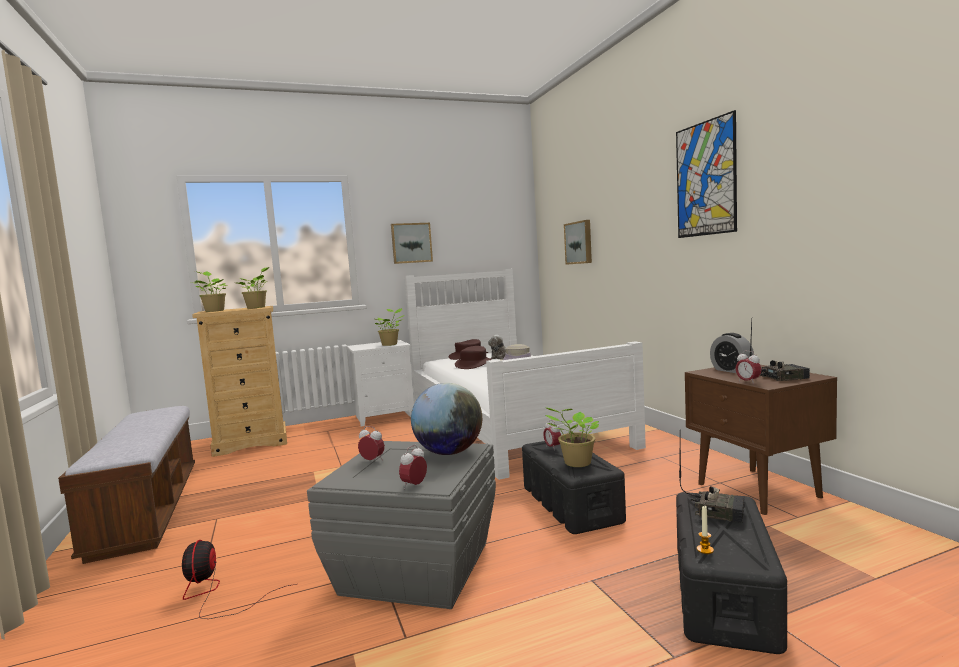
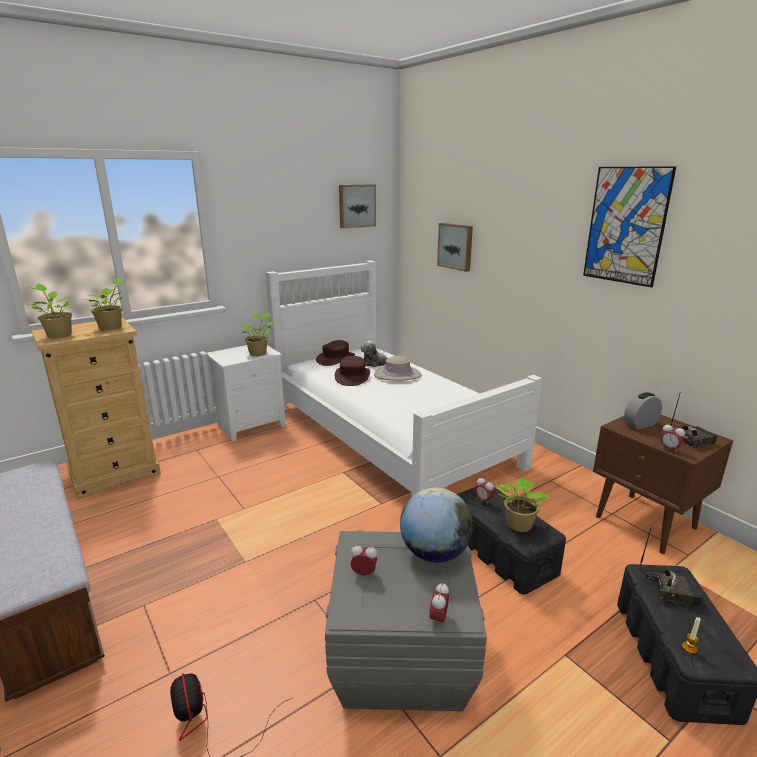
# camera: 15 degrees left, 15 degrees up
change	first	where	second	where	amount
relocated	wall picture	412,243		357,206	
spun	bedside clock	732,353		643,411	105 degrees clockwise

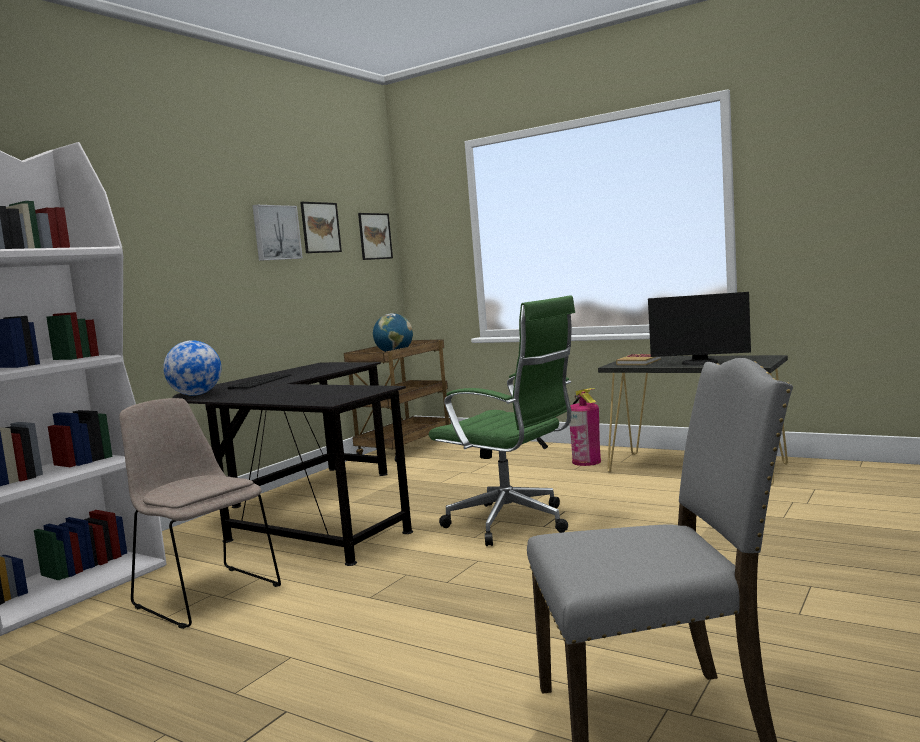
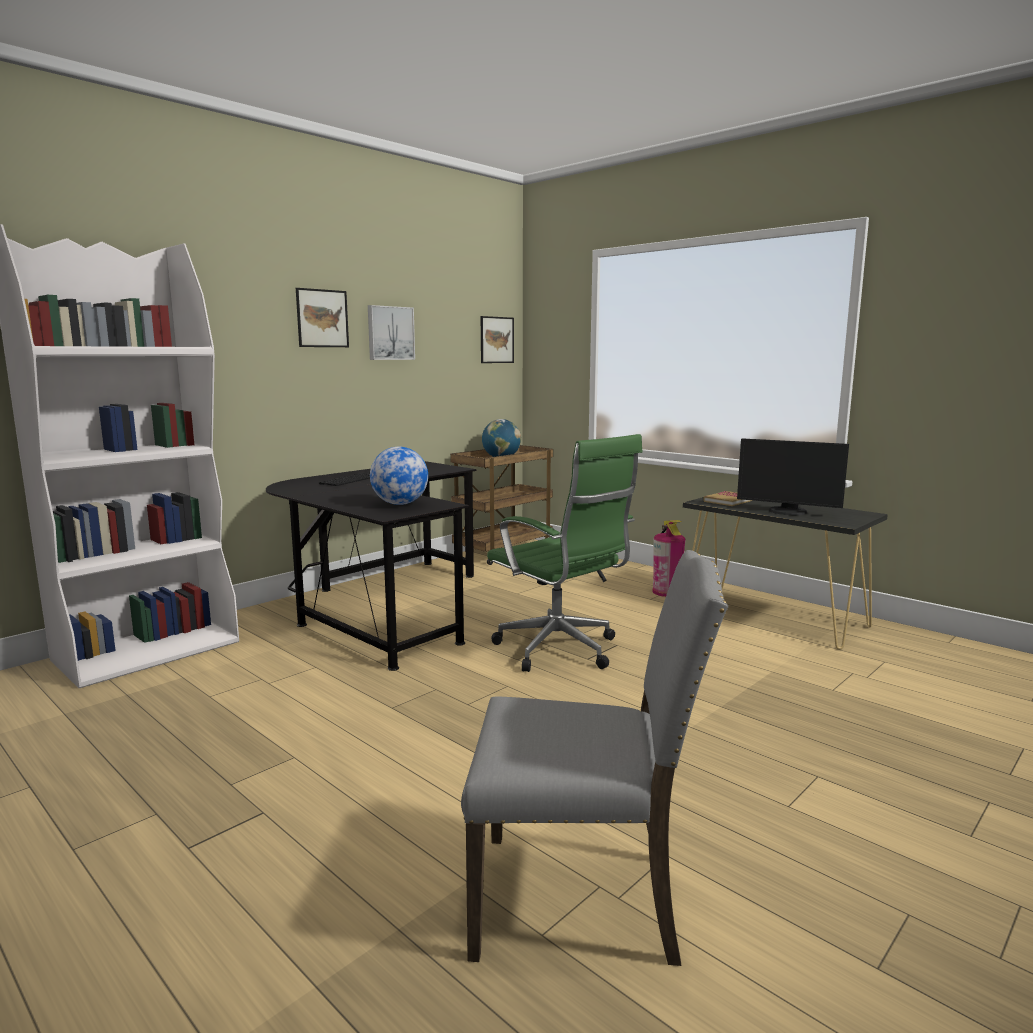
# camera: 10 degrees right, 5 degrees up
change	first	where	second	where	amount
relocated	wall picture	321,227		322,317	
relocated	world globe	192,368		399,476	
missing	beige-coloured plain chair	200,513			

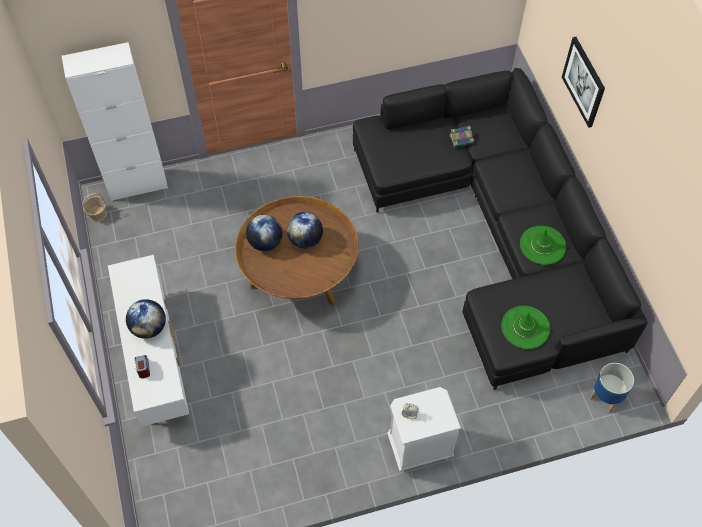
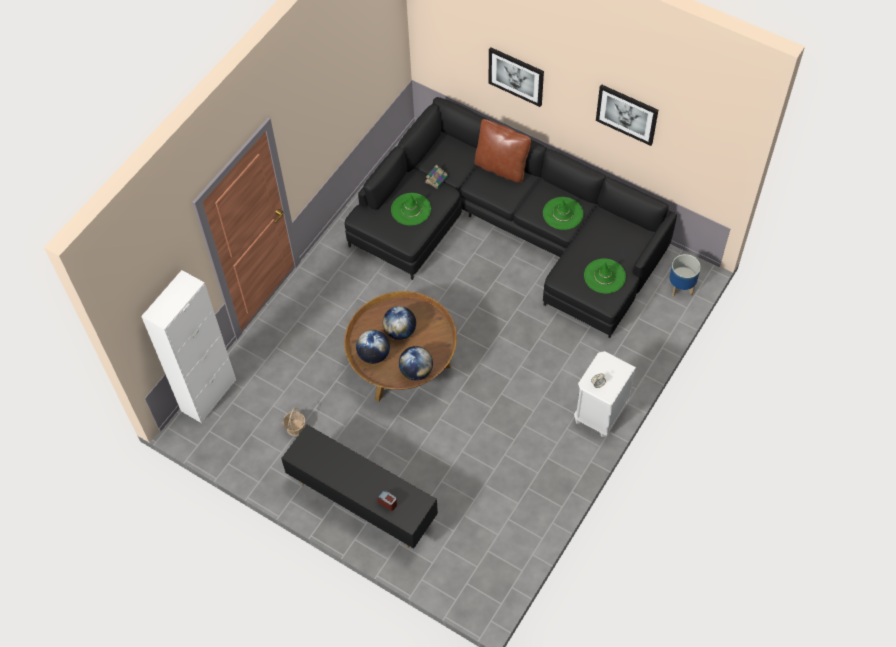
# camera: 40 degrees left, 0 degrees up
change	first	where	second	where	amount
colour	white tv unit	148,341	blackish tv unit	359,487	
relocated	basket	95,207		294,421	
appeared			greenish hat	411,209	
relocated	world globe	146,319		416,363	
appeared			brown pillow	502,151	
appeared			wall picture	627,115	

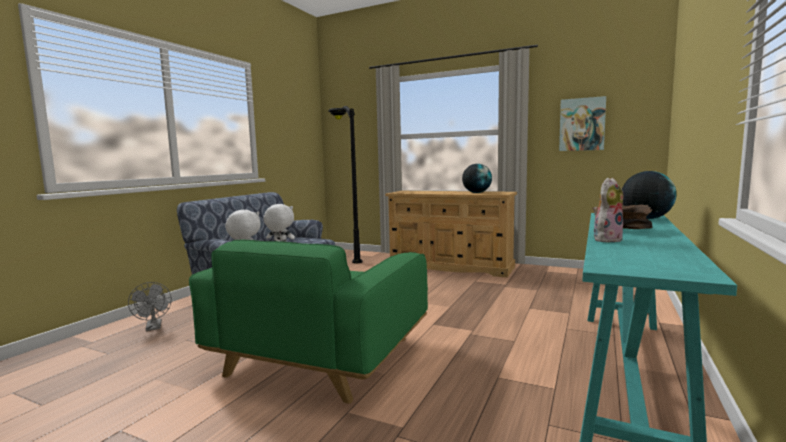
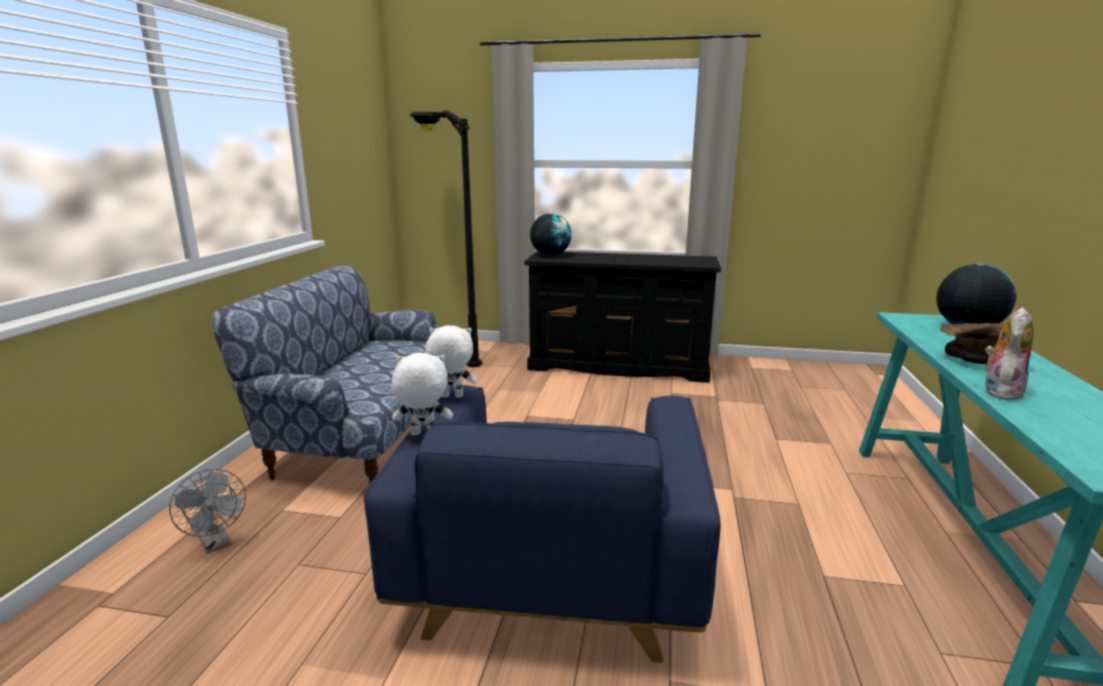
# camera: 15 degrees left, 10 degrees up
change	first	where	second	where	amount
colour	greenish easy chair	308,322	blue-coloured easy chair	542,524	
colour	beige-coloured dresser	451,234	blackish dresser	622,317	
relocated	world globe	477,178		551,234	
missing	wall picture	582,123			

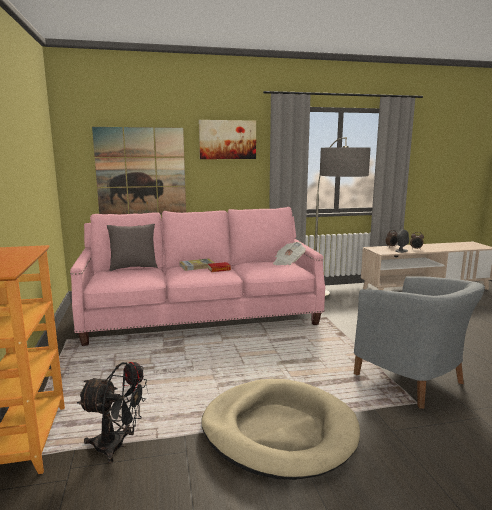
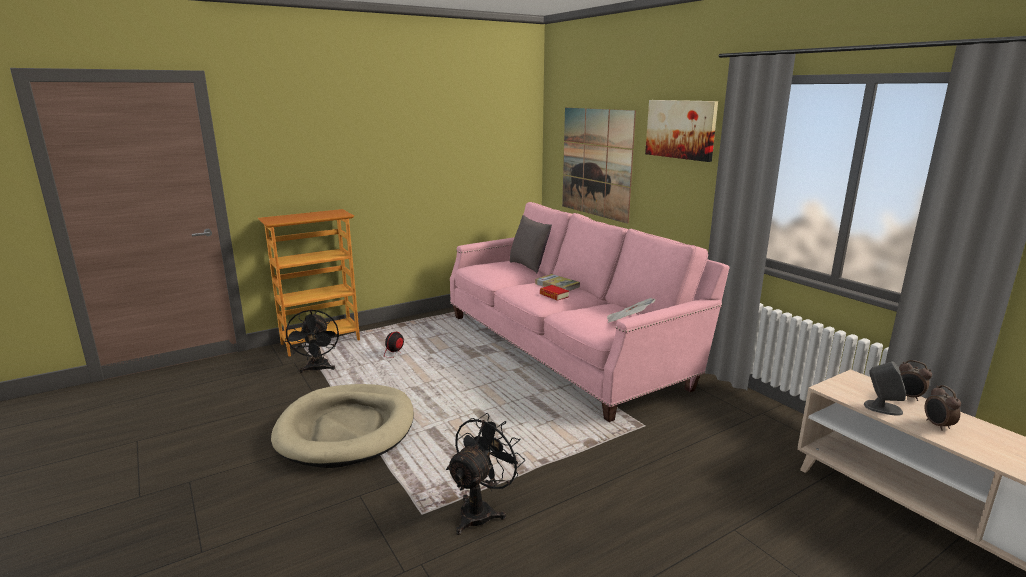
# camera: 70 degrees right, 5 degrees up
change	first	where	second	where	amount
exchanged	gray easy chair	419,342	blackish fan	485,474	
missing	standing lamp	343,218			

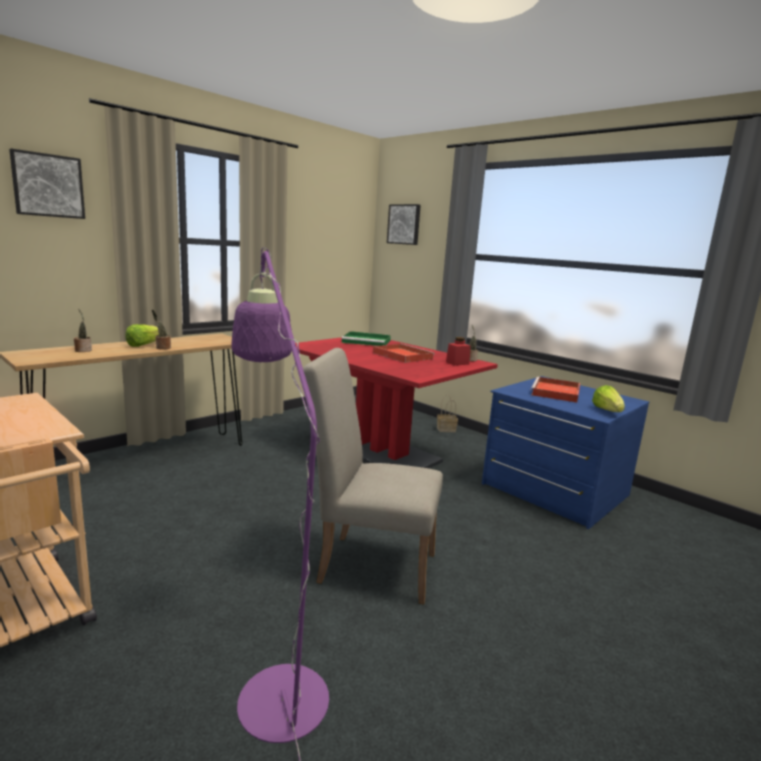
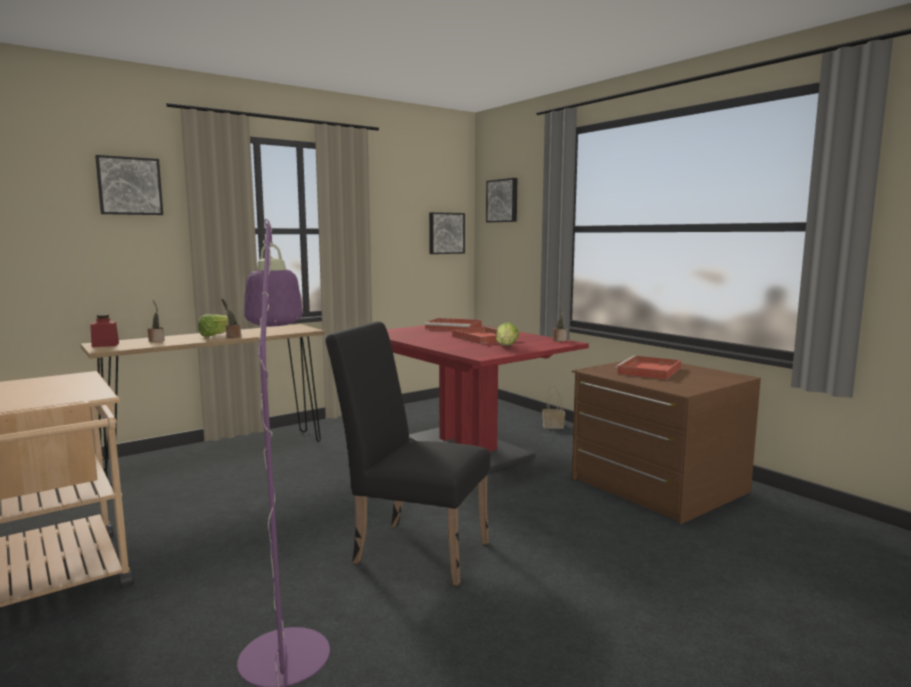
# camera: 10 degrees right, 5 degrees down
change	first	where	second	where	amount
relocated	red-coloured jar	458,351		104,330	
colour	beige-coloured plain chair	373,476	blackish plain chair	407,453	
colour	greenish tray	366,338	red-coloured tray	453,324	
appeared			wall picture	447,233	
relocated	lettuce	608,398		507,334	
colour	blue-coloured dresser	565,452	brown dresser	666,442	

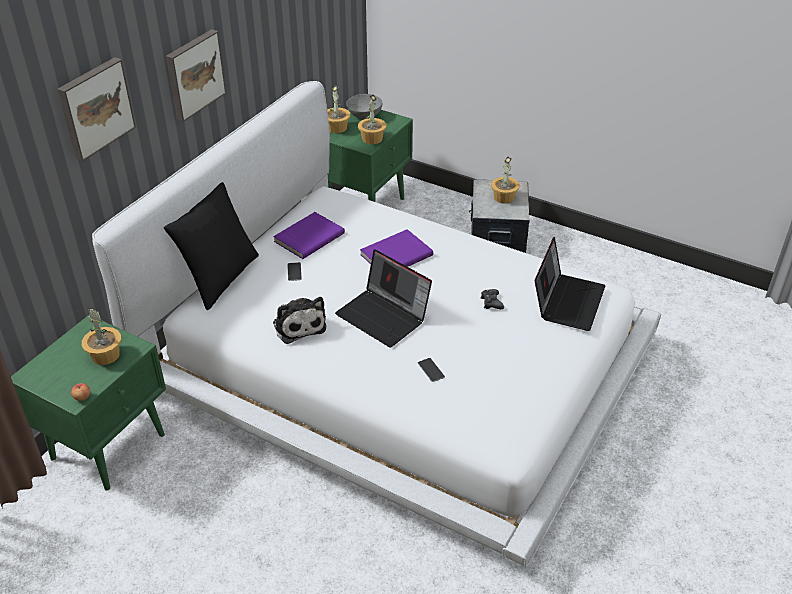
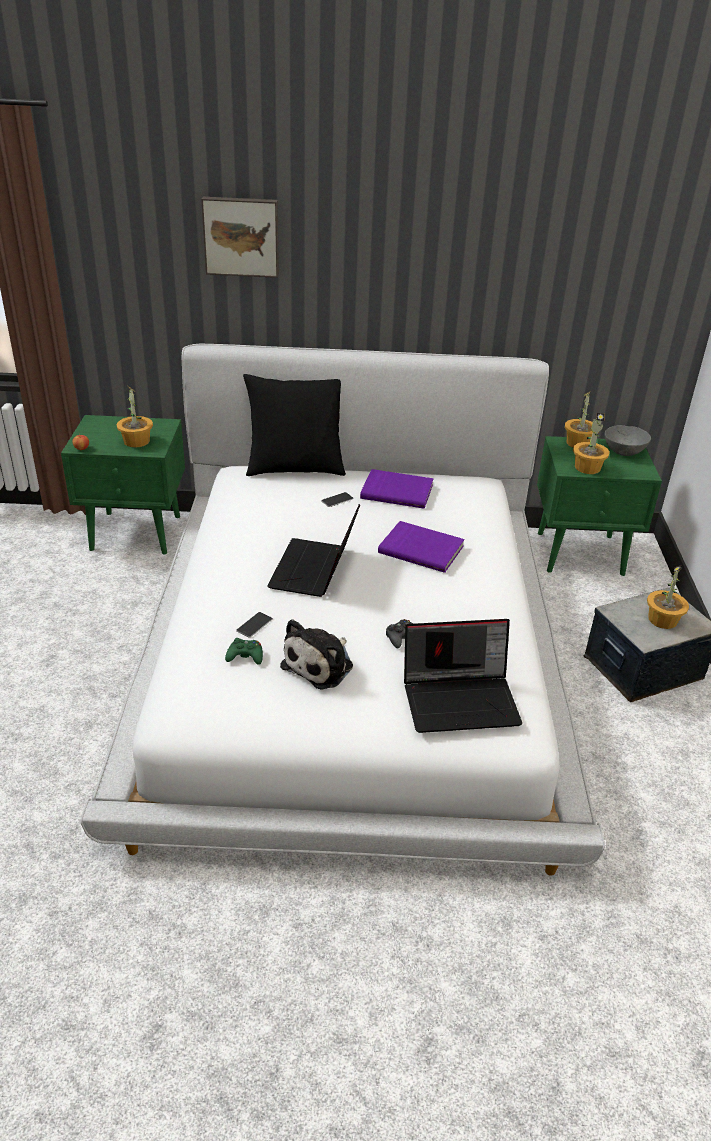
# camera: 60 degrees right, 5 degrees down
change	first	where	second	where	amount
appeared			greenish joypad	244,651	
relocated	soft toy	299,320		316,654	
missing	wall picture	196,75			

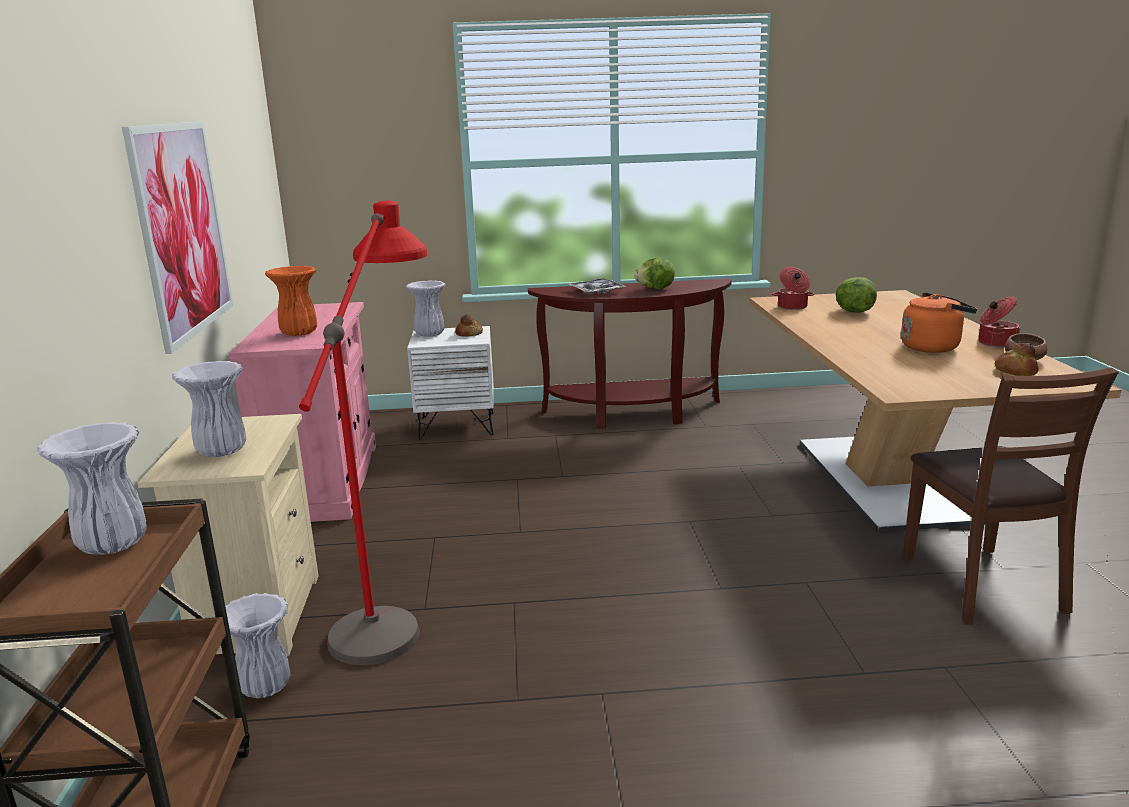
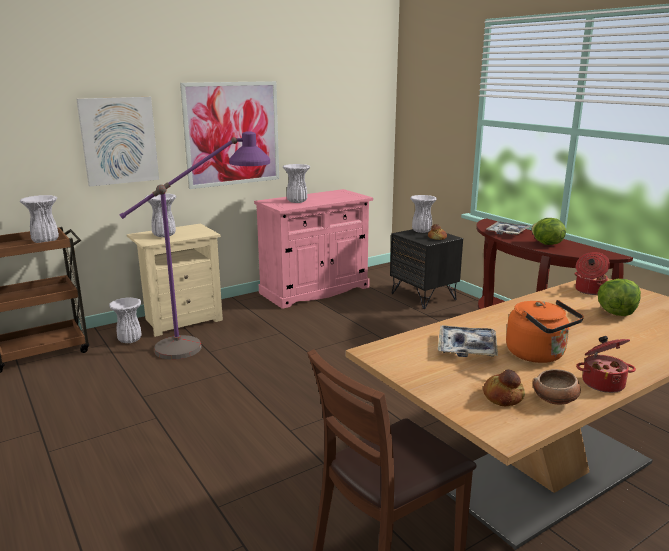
# camera: 60 degrees right, 0 degrees up
change	first	where	second	where	amount
appeared			wall picture	117,142	
colour	red-coloured standing lamp	363,433	purple standing lamp	194,245	
colour	orangey vase	291,301	white vase	296,183	
colour	white night table	450,383	blackish night table	426,269	
appeared			tray	468,341	

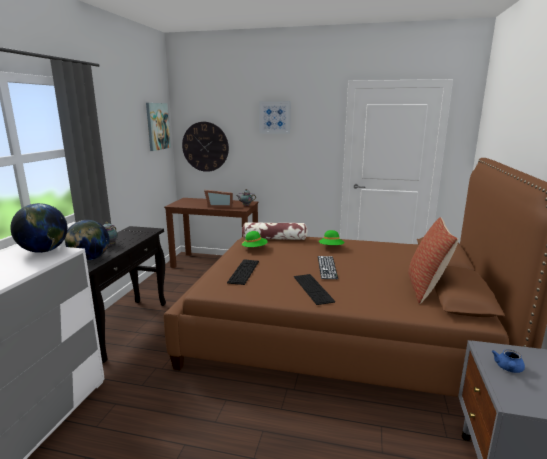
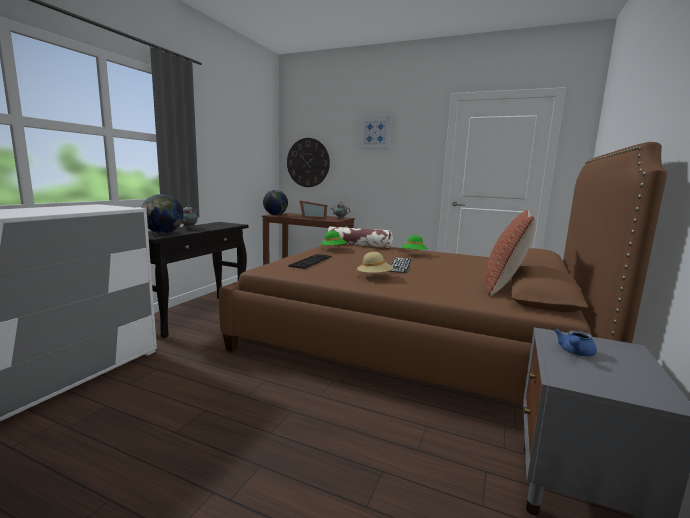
# camera: 10 degrees right, 5 degrees down
change	first	where	second	where	amount
relocated	world globe	39,228		275,202	
exchanged	keyboard	314,289	beige-coloured hat	374,264	
missing	wall picture	158,127			

